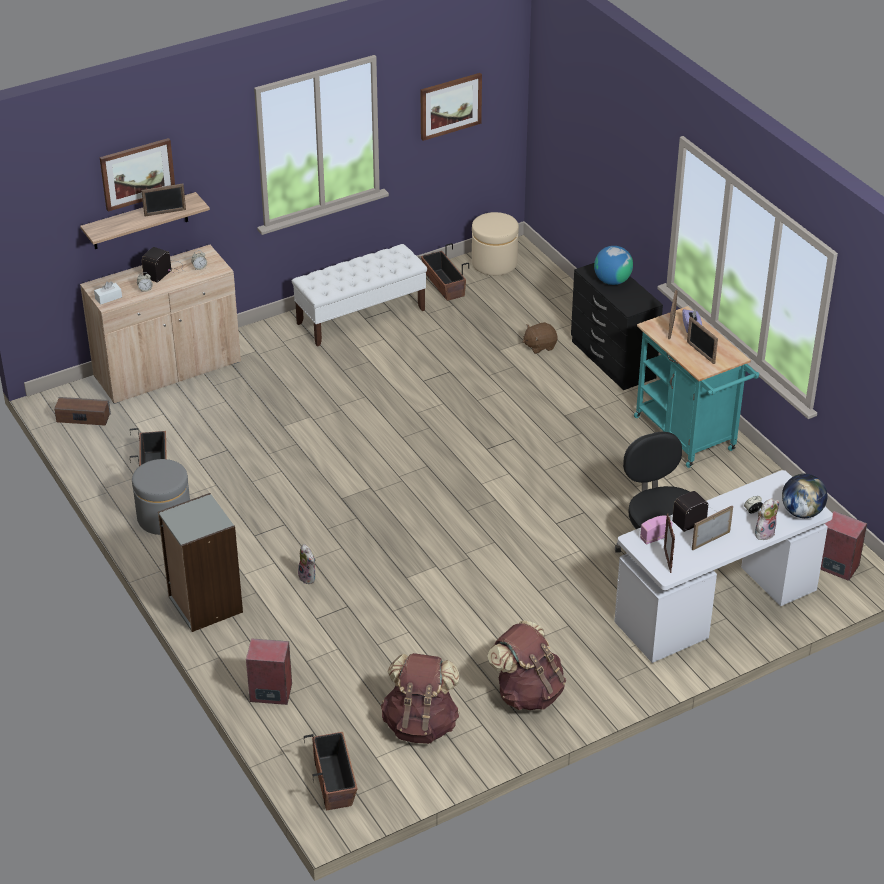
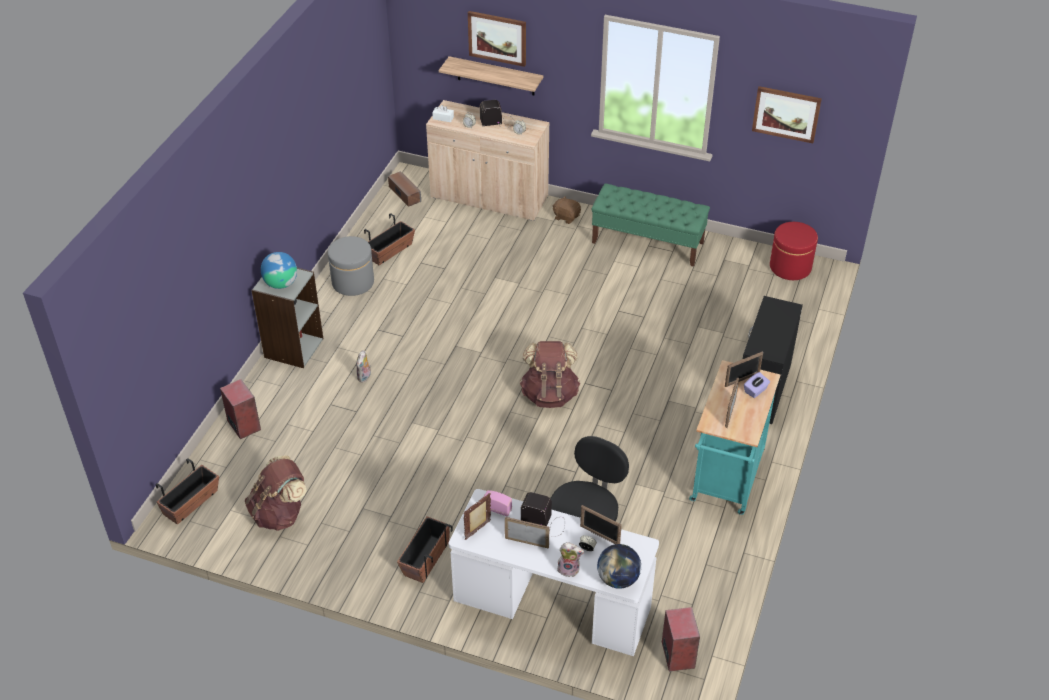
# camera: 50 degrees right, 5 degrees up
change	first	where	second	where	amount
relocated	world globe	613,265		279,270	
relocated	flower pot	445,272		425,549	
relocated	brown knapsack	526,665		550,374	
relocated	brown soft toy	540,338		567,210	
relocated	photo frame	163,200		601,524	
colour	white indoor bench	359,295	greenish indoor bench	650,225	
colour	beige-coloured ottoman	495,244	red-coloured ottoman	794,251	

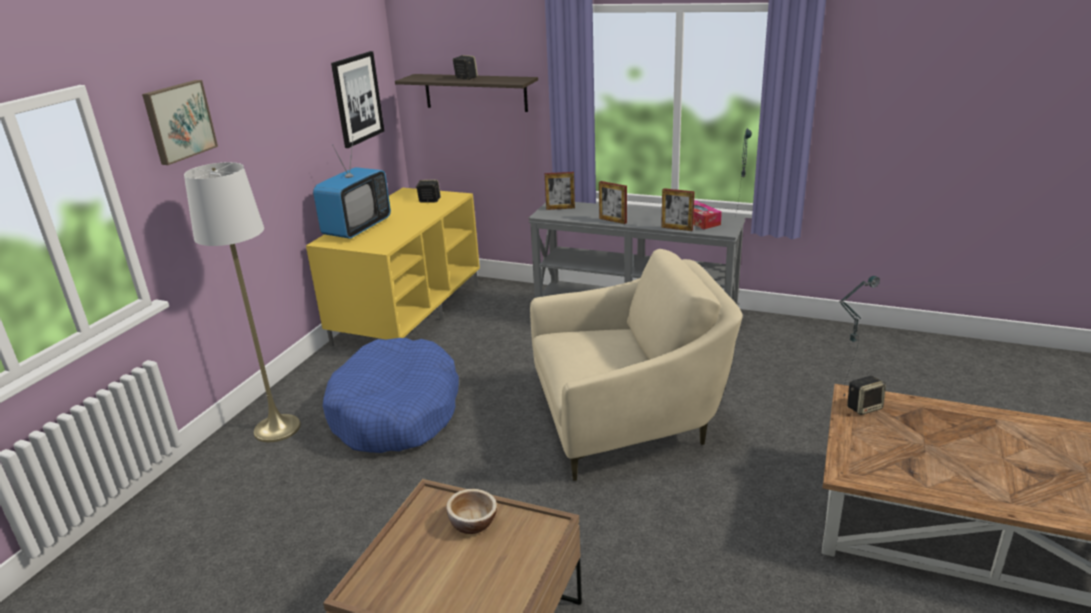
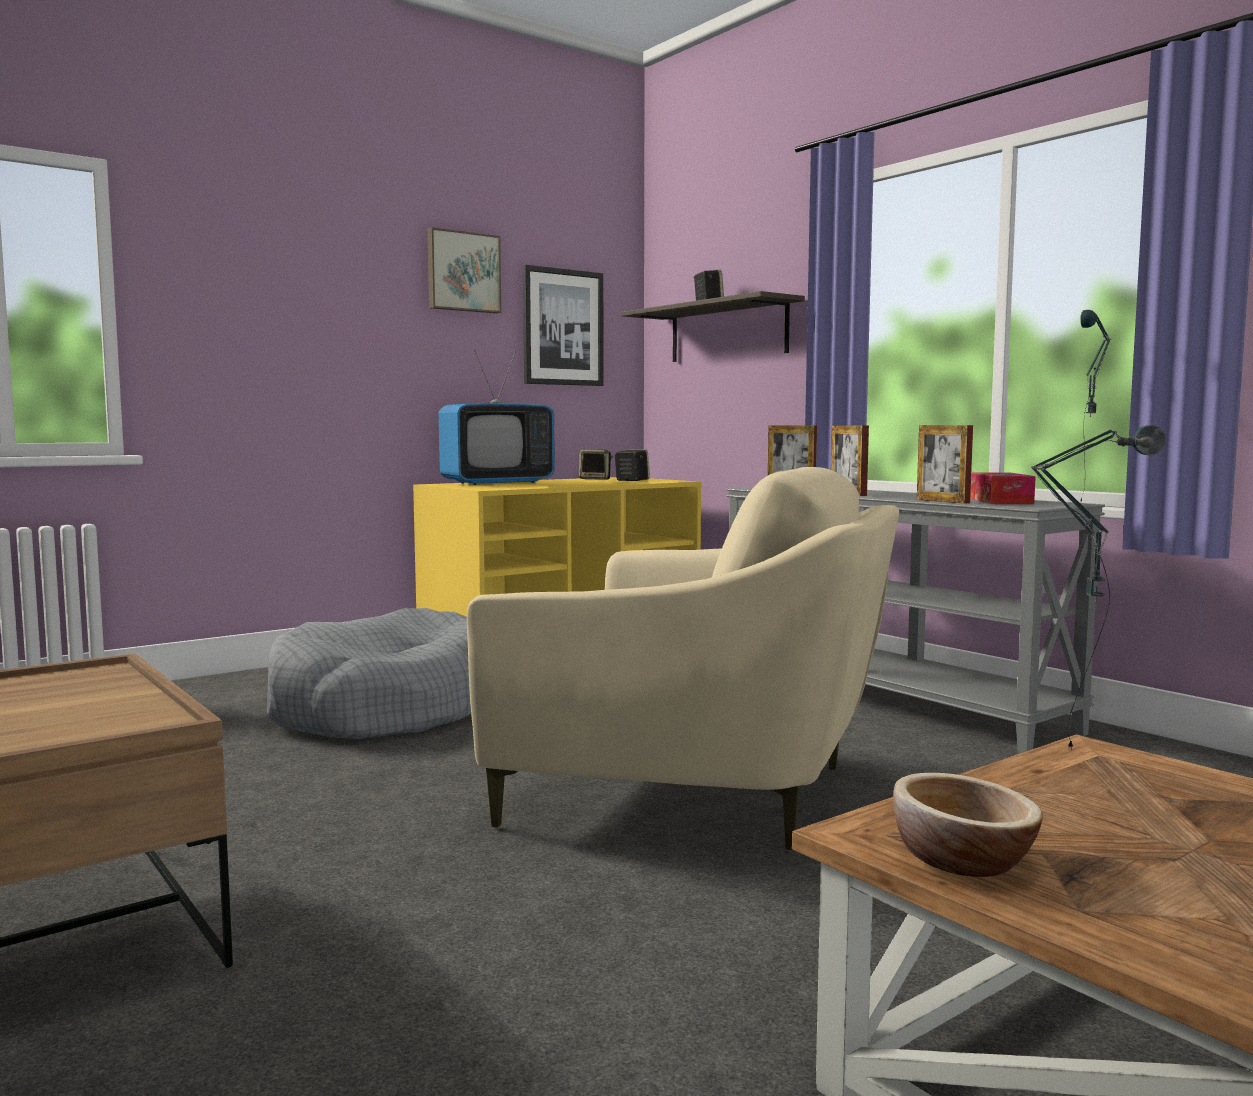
# camera: 30 degrees right, 20 degrees down
change	first	where	second	where	amount
colour	blue-coloured dog bed	391,395	gray dog bed	369,673	
relocated	wall picture	180,122		464,270	
relocated	loudspeaker	866,395		596,464	
relocated	deep dish	471,511		967,825	
missing	white standing lamp	242,302			

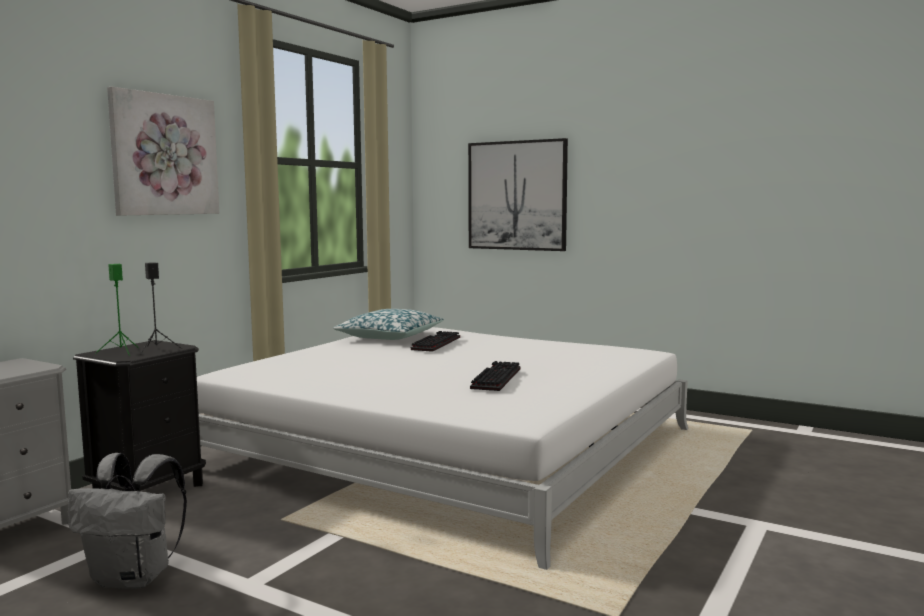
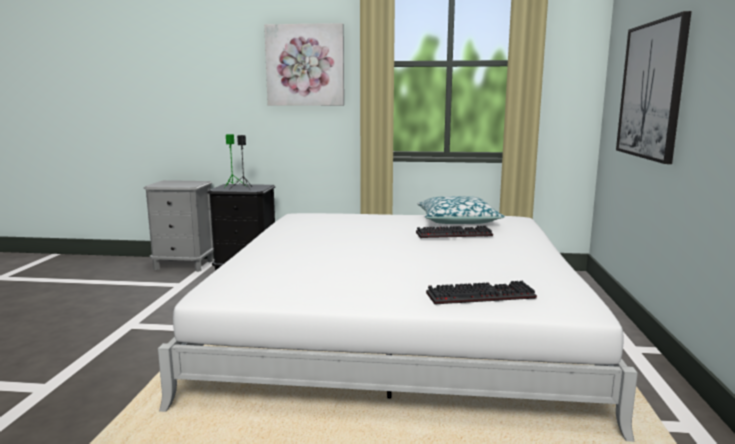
# camera: 65 degrees right, 5 degrees up
change	first	where	second	where	amount
relocated	keyboard	495,376		481,293	
missing	gray knapsack	127,521			

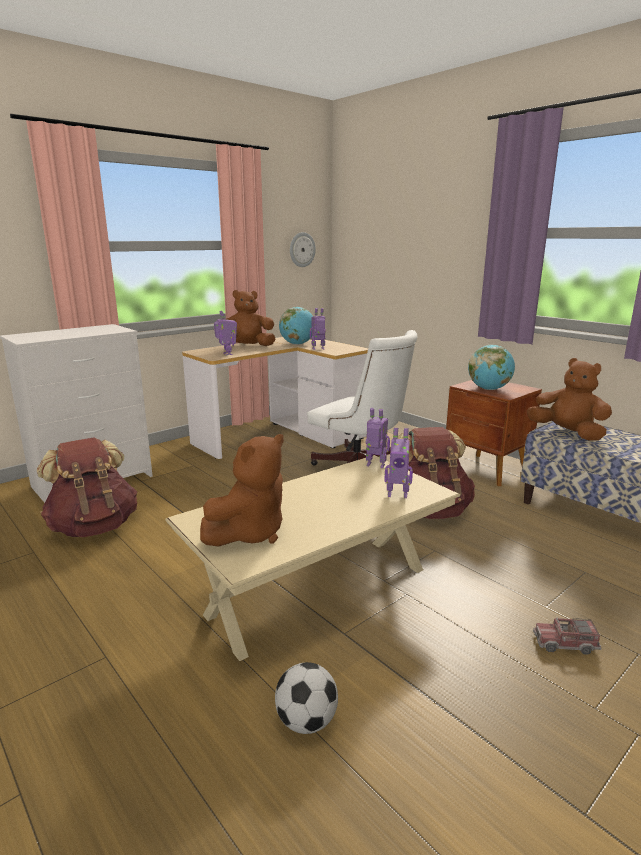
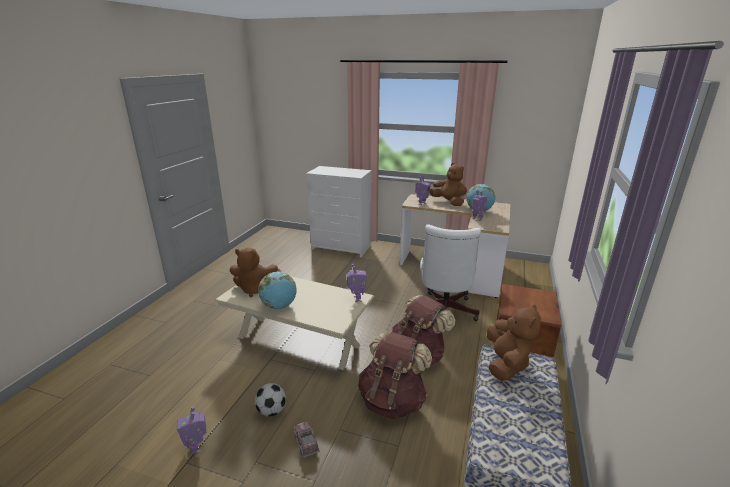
# camera: 60 degrees right, 5 degrees up
change	first	where	second	where	amount
relocated	model robot	399,463		191,430	
relocated	football	306,698		270,399	
relocated	world globe	491,367		277,290	
relocated	brown knapsack	87,487		395,375	
missing	wall clock	303,249			

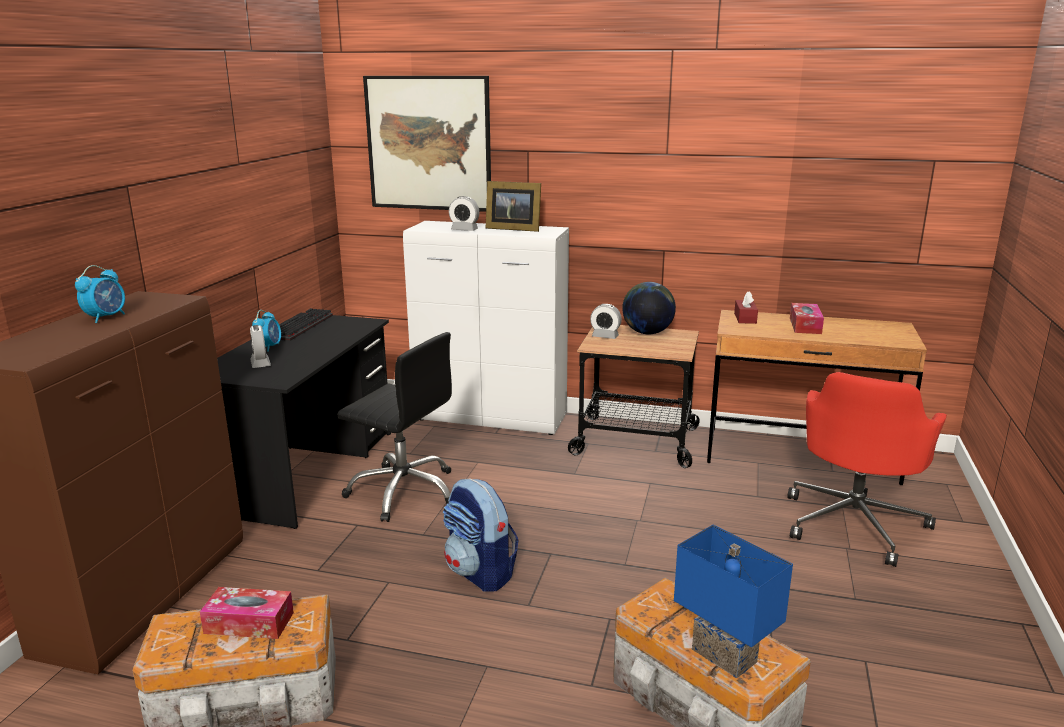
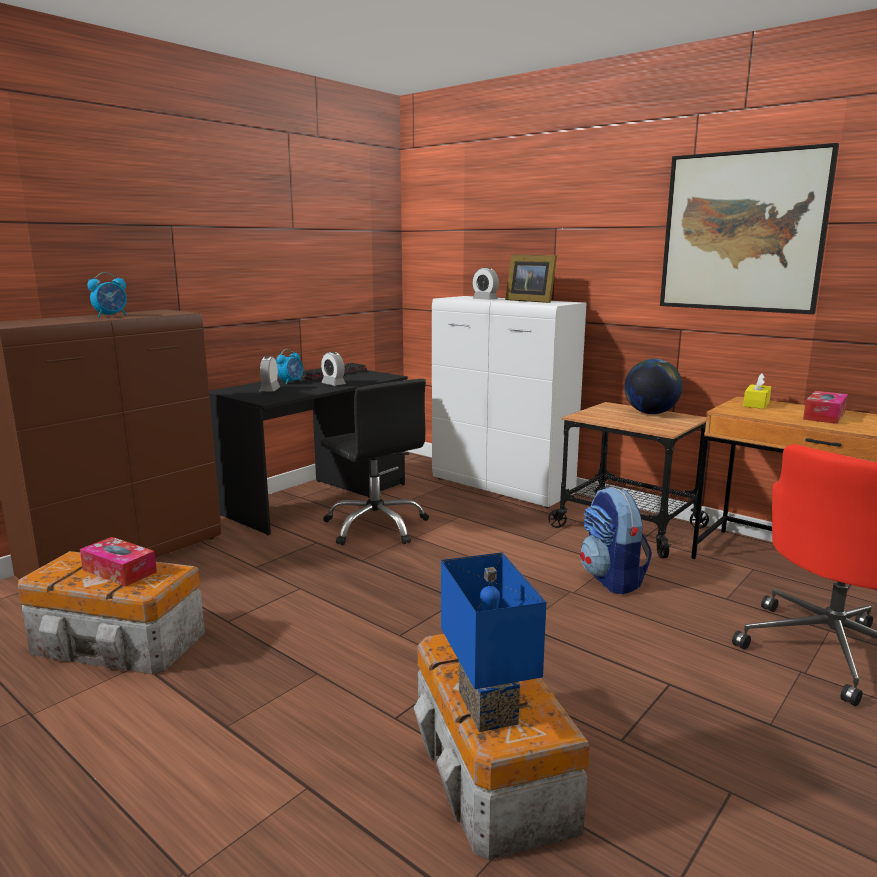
# camera: 25 degrees right, 5 degrees down
change	first	where	second	where	amount
relocated	bedside clock	606,321		333,369	
relocated	knapsack	480,535		616,540	
relocated	wall picture	427,144		749,228	
colour	red-coloured box of tissues	746,307	yellow box of tissues	757,391	

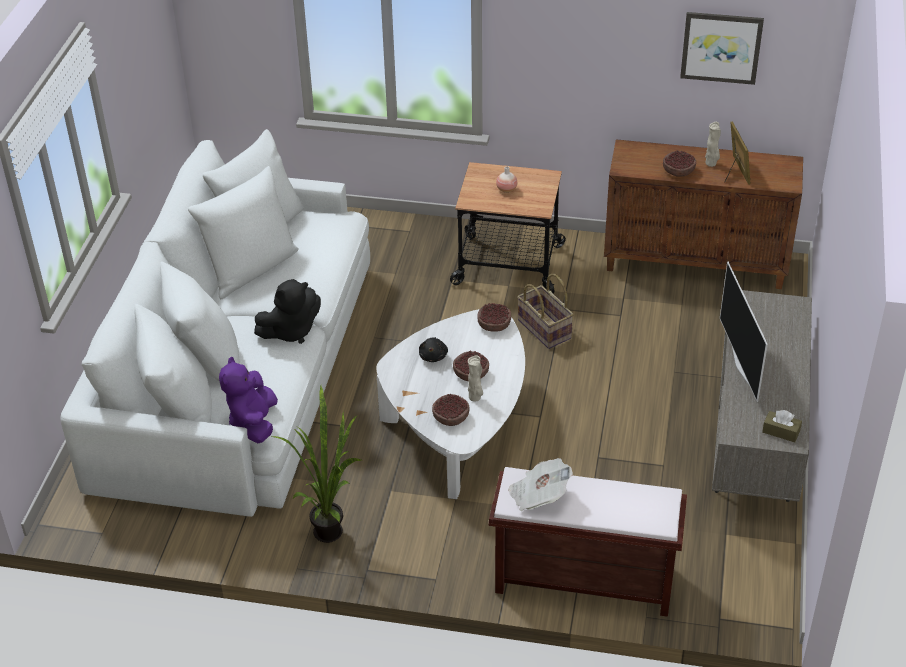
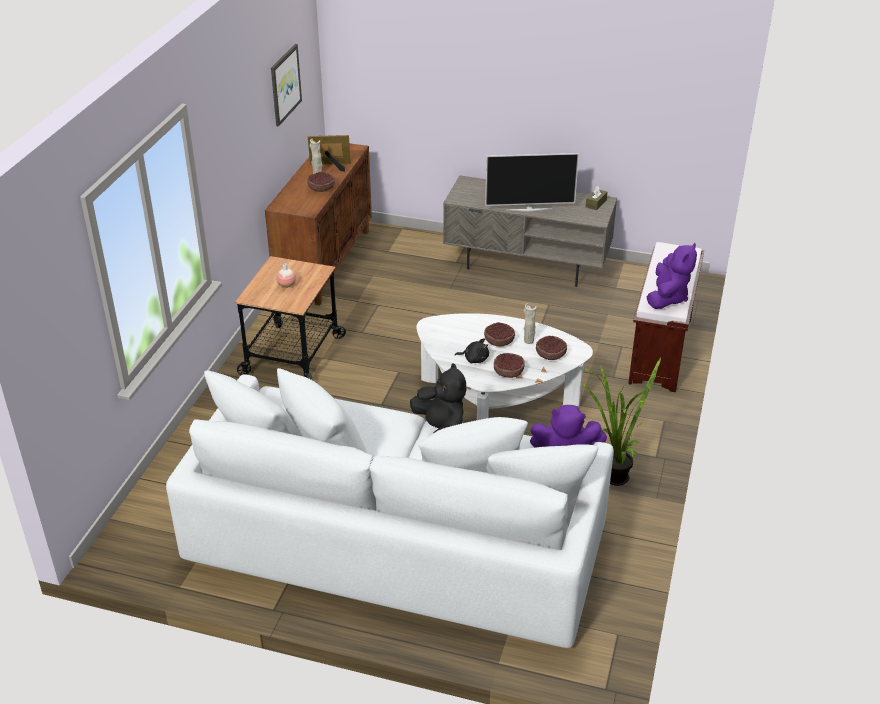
# camera: 85 degrees left, 5 degrees down
change	first	where	second	where	amount
relocated	deep dish	494,317		509,365	
exchanged	newspaper	540,484	purple soft toy	672,276	
missing	basket	545,311			

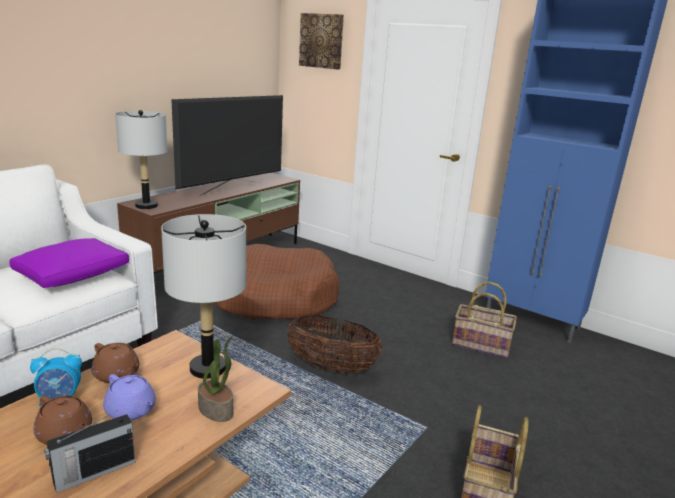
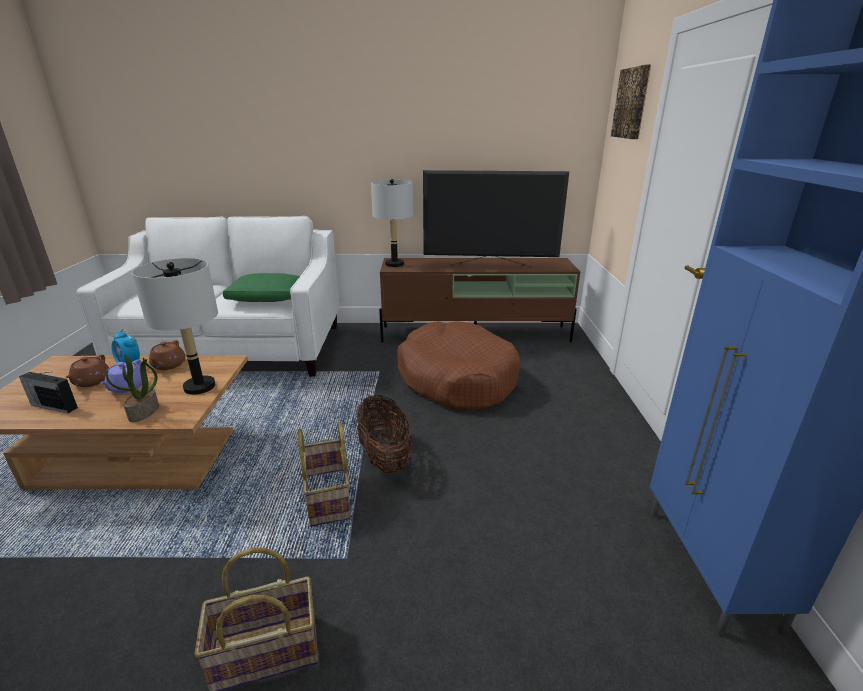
# camera: 55 degrees right, 5 degrees up
change	first	where	second	where	amount
colour	purple pillow	69,263	greenish pillow	261,287	
relocated	basket	484,320		324,474	

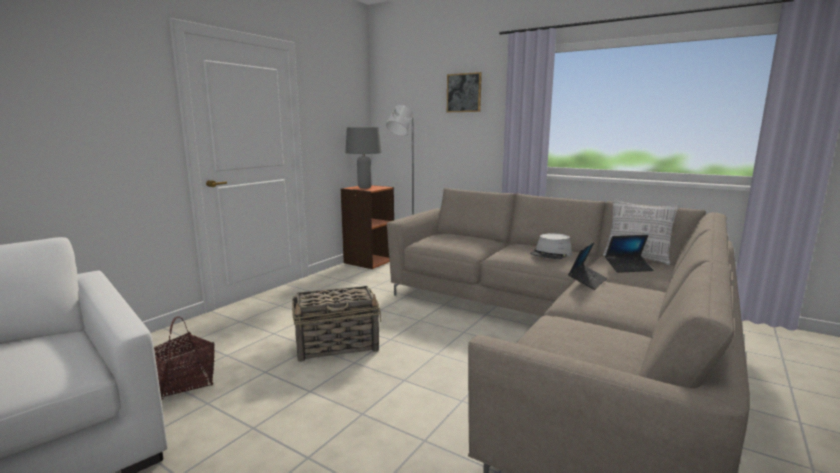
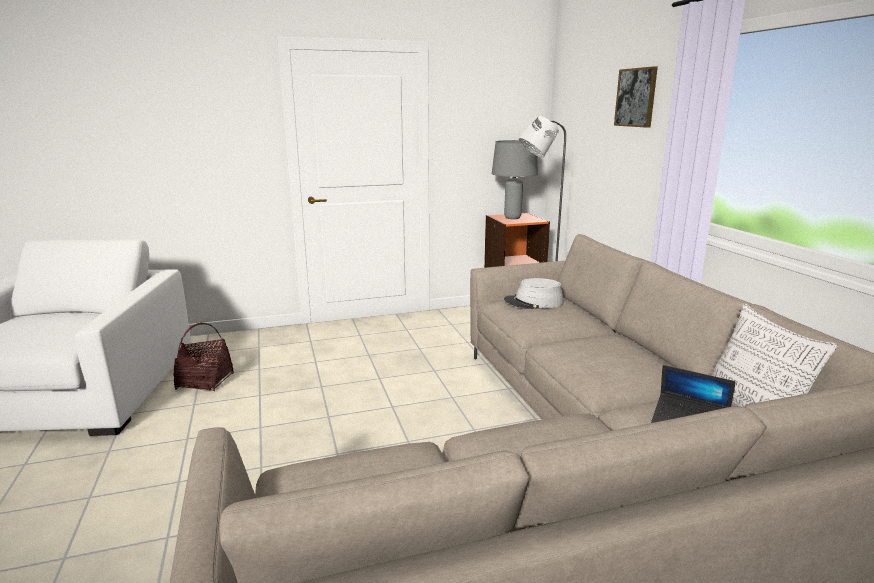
# camera: 40 degrees right, 5 degrees up
change	first	where	second	where	amount
relocated	gray hat	551,246		534,293	
missing	basket	336,324			
missing	portable computer	587,266			

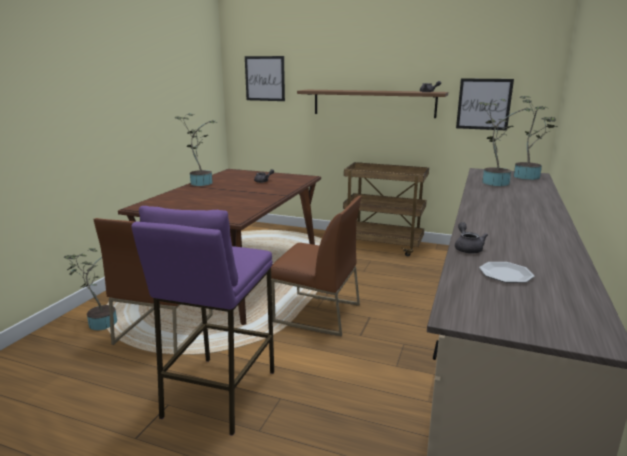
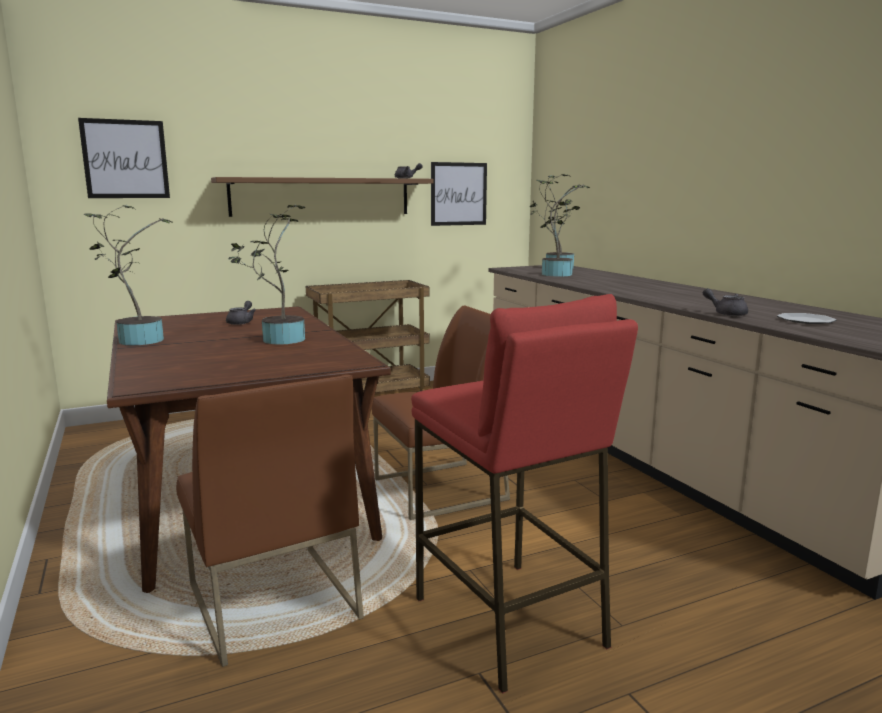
# camera: 45 degrees left, 5 degrees down
change	first	where	second	where	amount
relocated	potted plant	90,289		267,274	
colour	purple stool seat	203,321	red-coloured stool seat	524,494	

